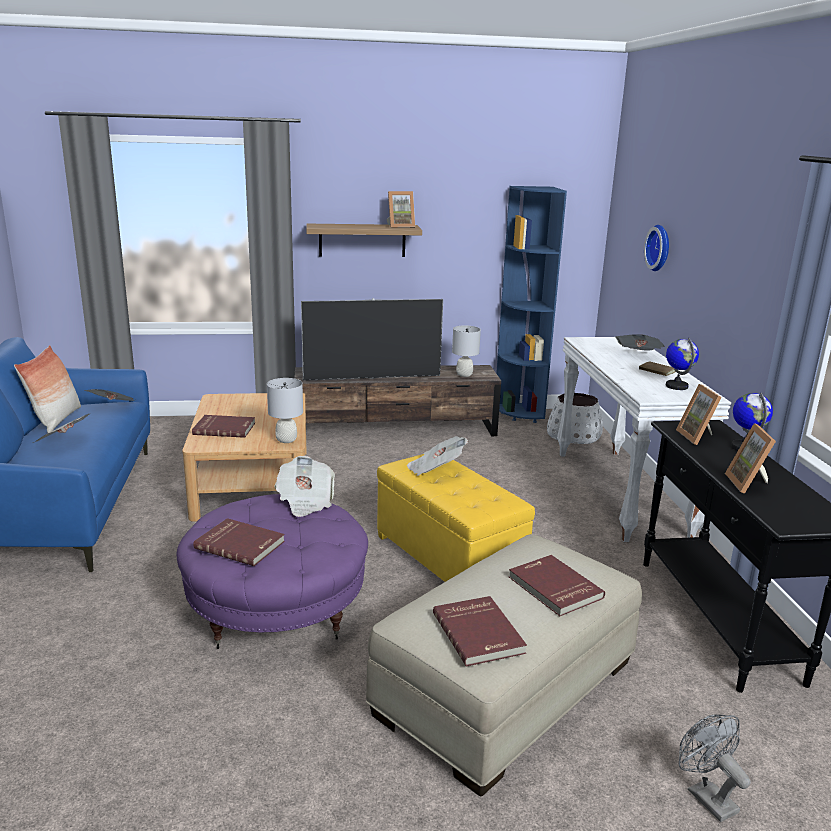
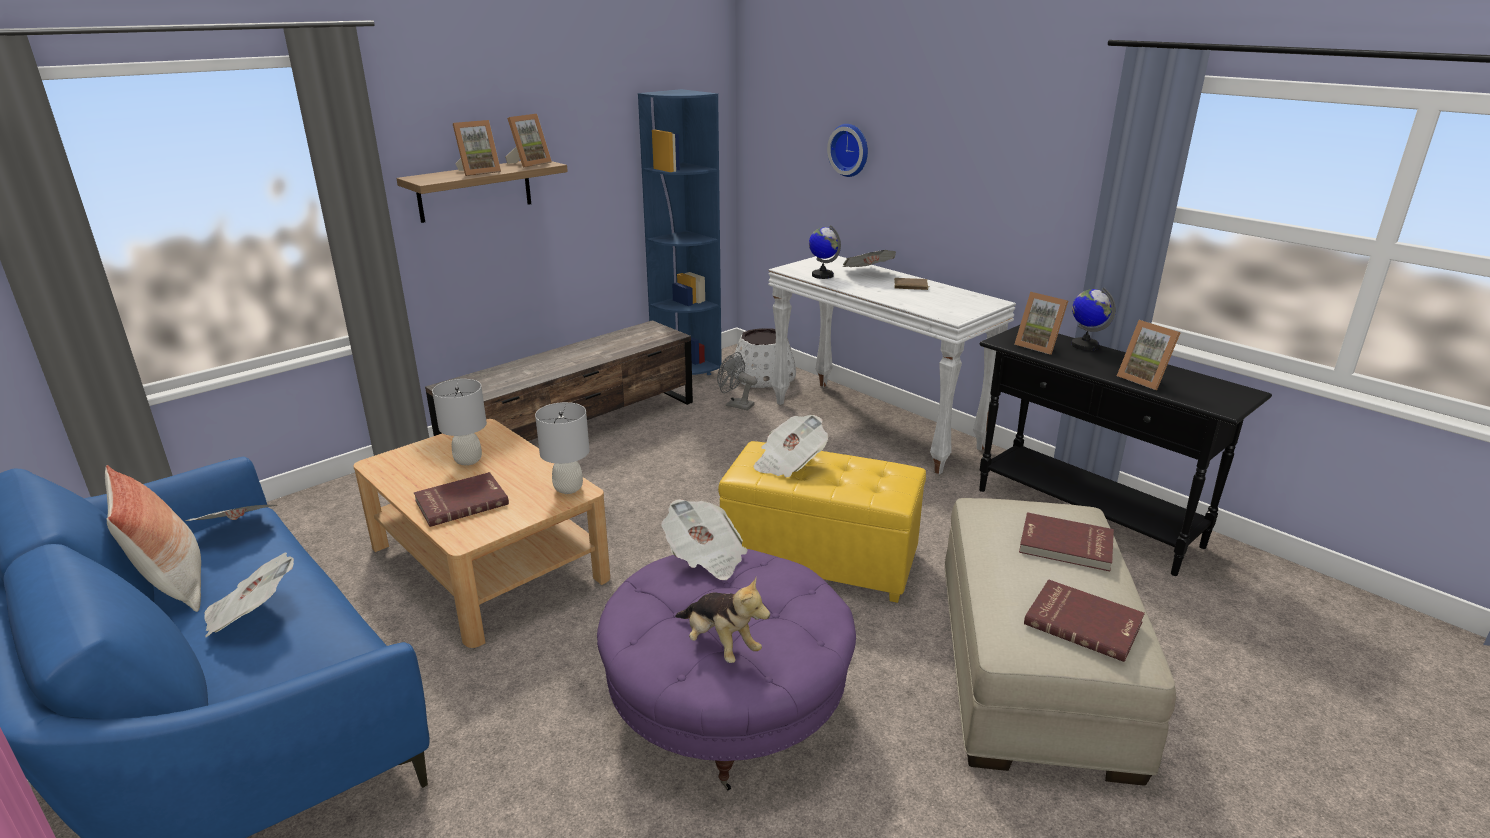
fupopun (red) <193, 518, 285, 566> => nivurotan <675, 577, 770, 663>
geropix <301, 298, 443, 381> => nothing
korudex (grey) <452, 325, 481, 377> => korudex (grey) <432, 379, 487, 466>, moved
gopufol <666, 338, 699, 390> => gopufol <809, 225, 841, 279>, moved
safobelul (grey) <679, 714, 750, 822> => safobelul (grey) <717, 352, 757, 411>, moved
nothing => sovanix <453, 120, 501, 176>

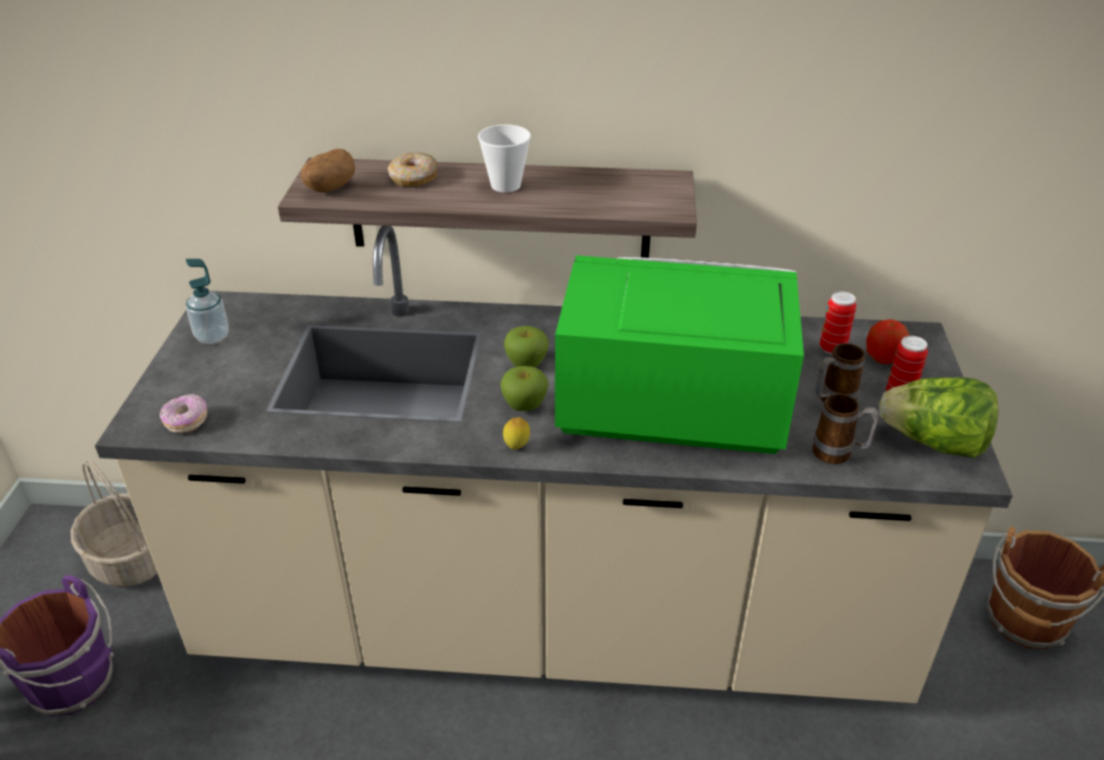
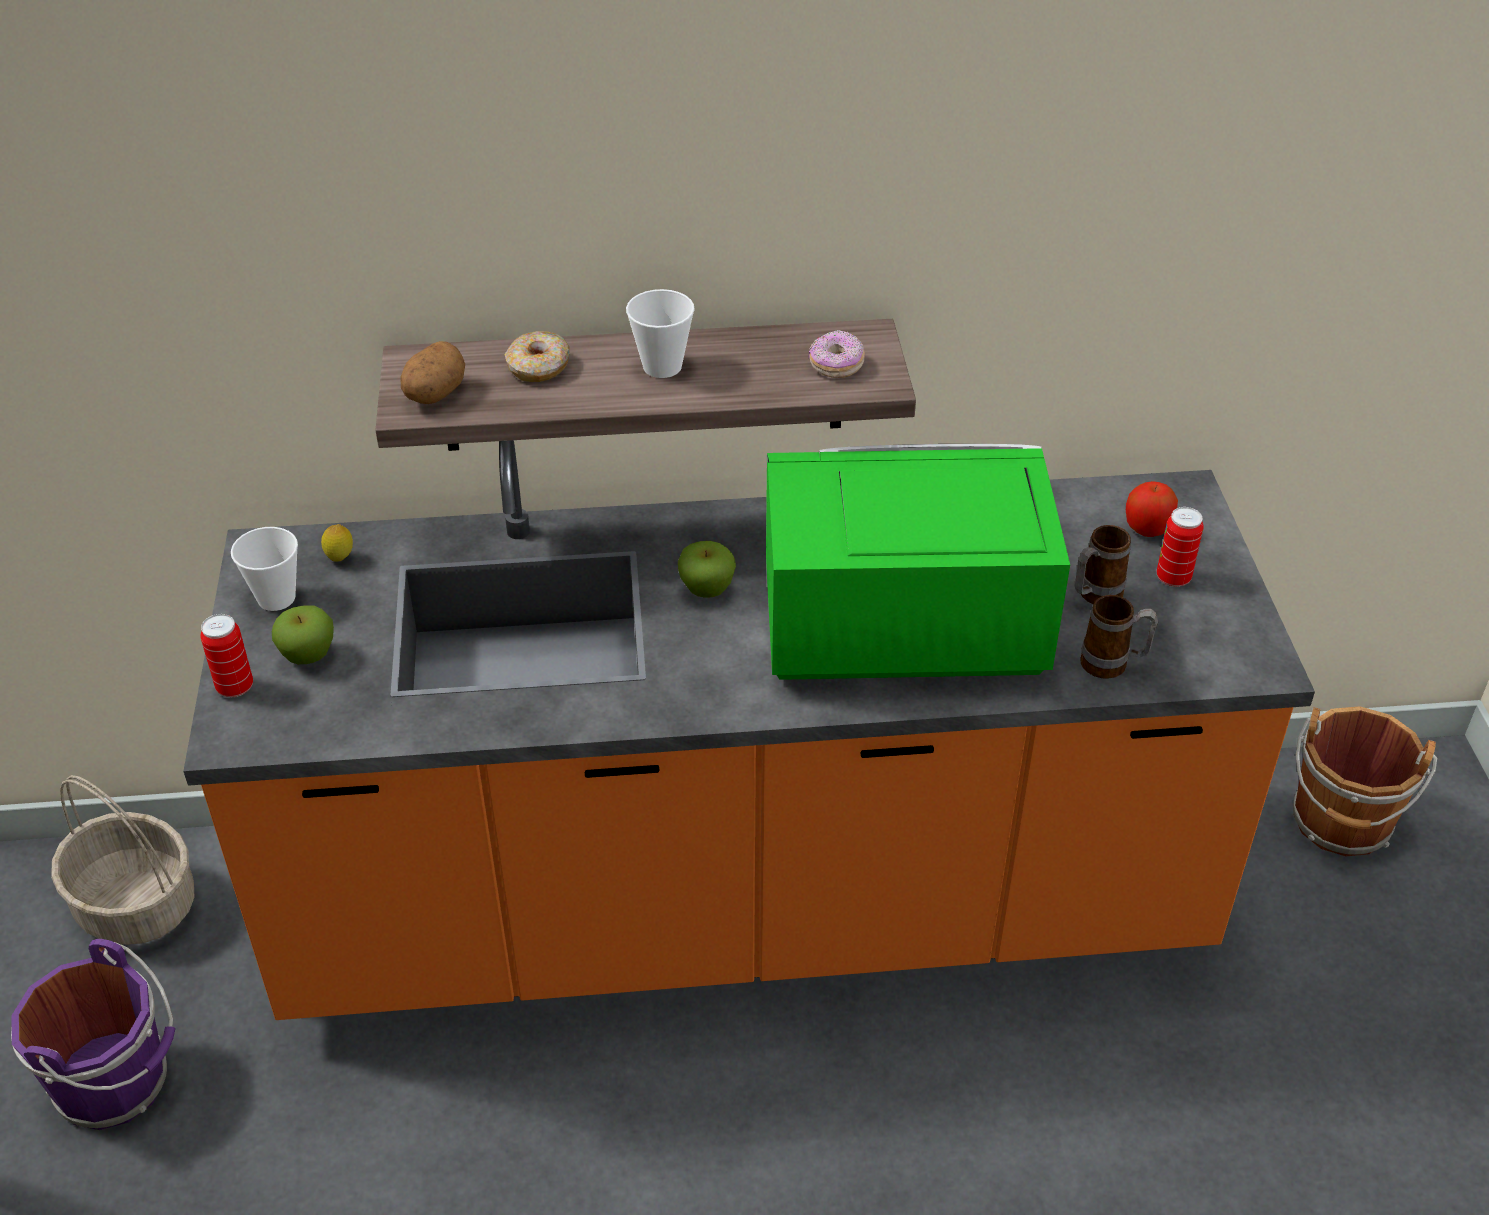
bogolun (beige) <95, 226, 1013, 703> => bogolun (orange) <183, 440, 1315, 1020>
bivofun <160, 394, 207, 433> => bivofun <808, 330, 865, 378>, moved
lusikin <186, 259, 229, 344> => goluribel <231, 527, 298, 611>
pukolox <501, 366, 548, 411> => pukolox <272, 605, 334, 664>, moved
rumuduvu <503, 417, 530, 450> => rumuduvu <321, 524, 353, 561>, moved
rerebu <820, 291, 856, 354> => rerebu <200, 614, 253, 697>, moved
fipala <879, 377, 998, 458> => nothing

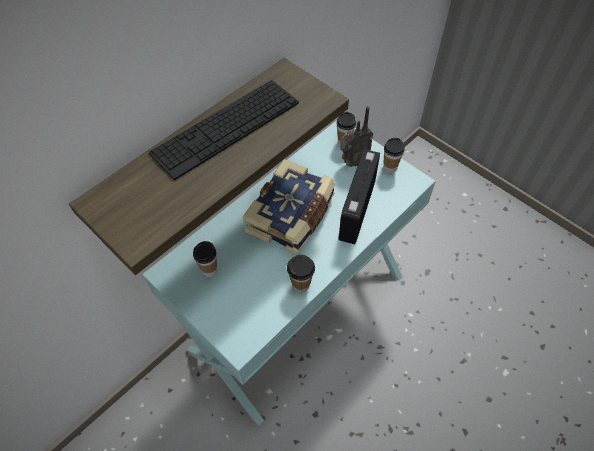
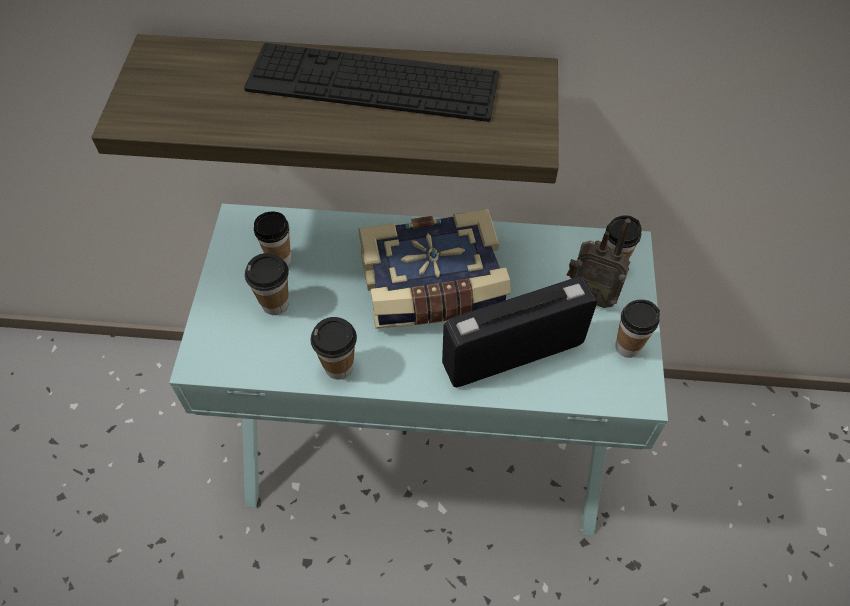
nothing => goluribel <245, 253, 289, 315>

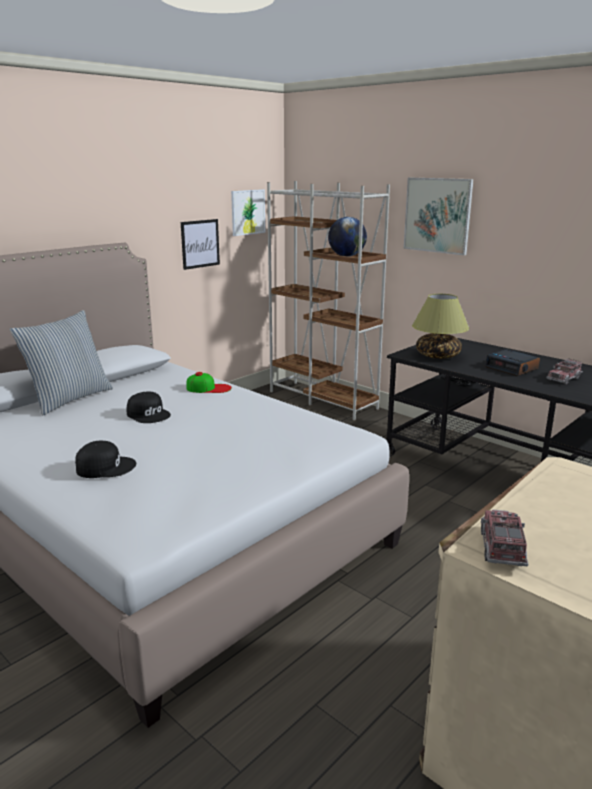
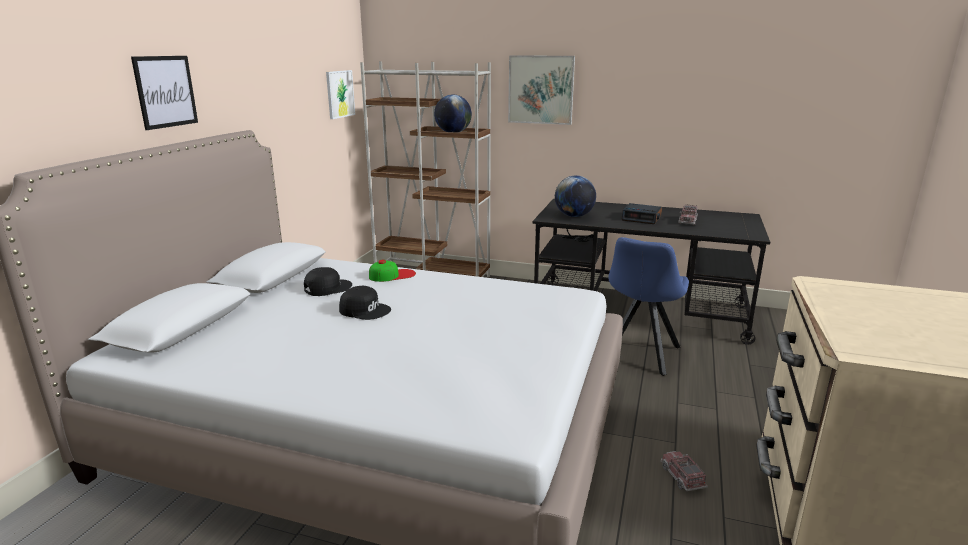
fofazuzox <9, 310, 113, 415> => nothing
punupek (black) <75, 441, 136, 478> => punupek (black) <304, 267, 352, 296>, moved
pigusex <181, 219, 220, 270> => pigusex <131, 56, 198, 130>, moved
korudex <412, 294, 469, 359> => gopufol <555, 175, 596, 217>
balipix <481, 509, 528, 566> => balipix <661, 451, 708, 491>, moved
nothing => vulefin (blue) <608, 237, 689, 376>

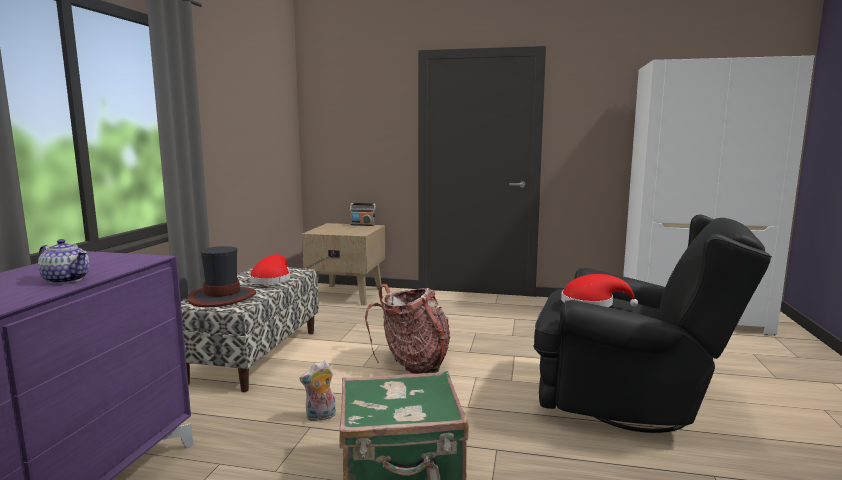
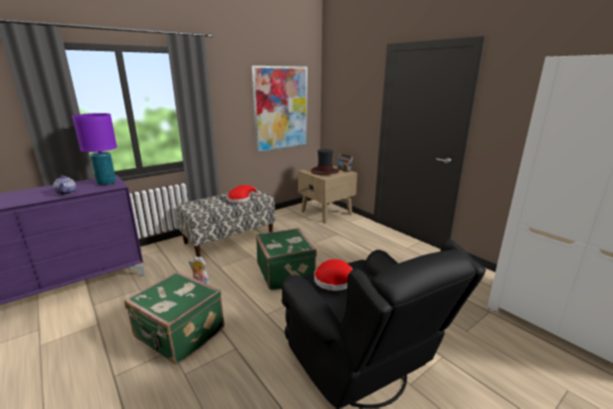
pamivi <187, 246, 256, 307> => pamivi <311, 149, 339, 175>, moved
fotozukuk <365, 284, 450, 374> => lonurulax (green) <256, 228, 317, 290>
nothing => korudex (purple) <72, 113, 117, 185>
nothing => pigusex <252, 66, 307, 153>

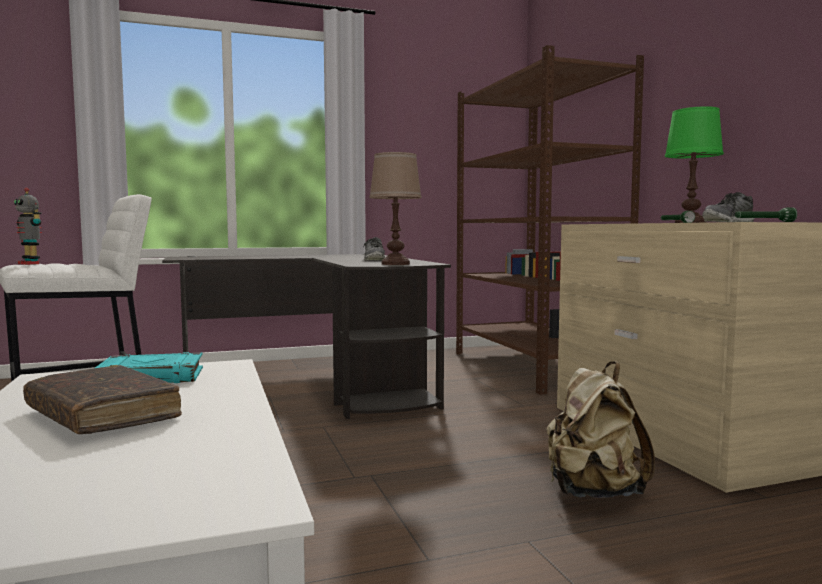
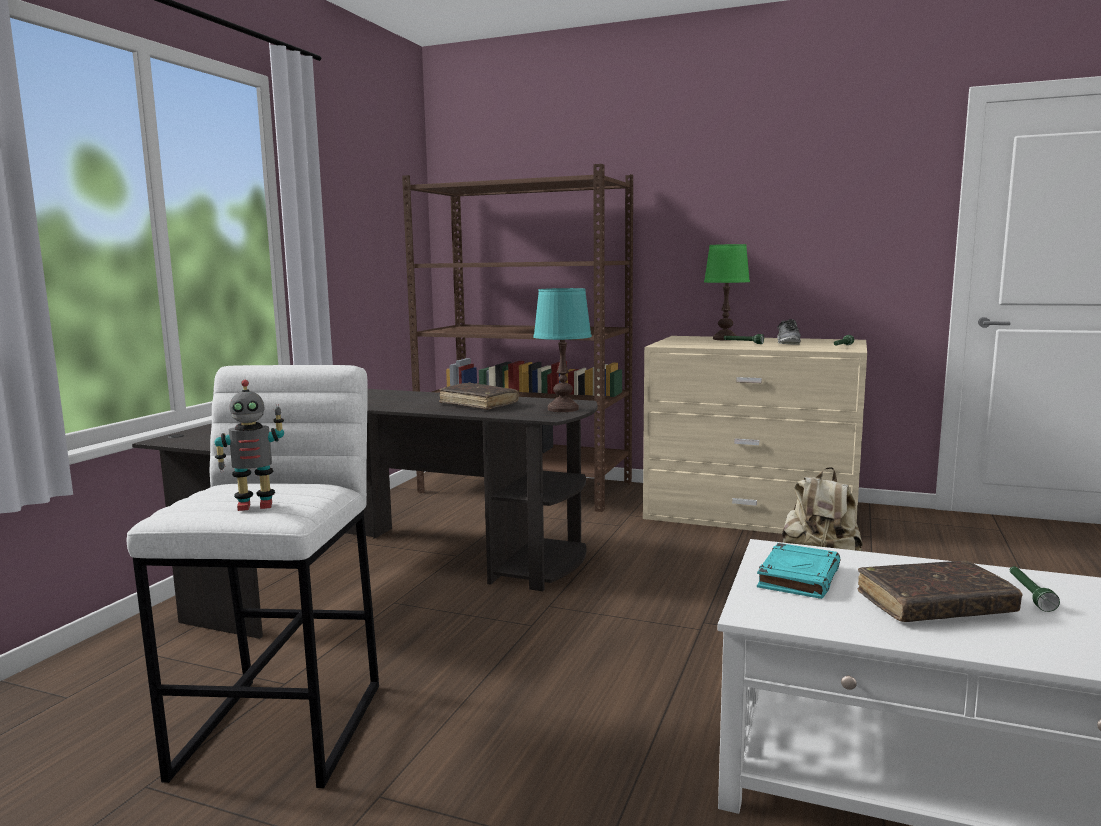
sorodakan <364, 237, 385, 260> => fupopun (brown) <439, 382, 519, 410>
korudex (brown) <369, 152, 422, 265> => korudex (turquoise) <533, 288, 592, 412>
nothing => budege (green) <1010, 566, 1060, 612>

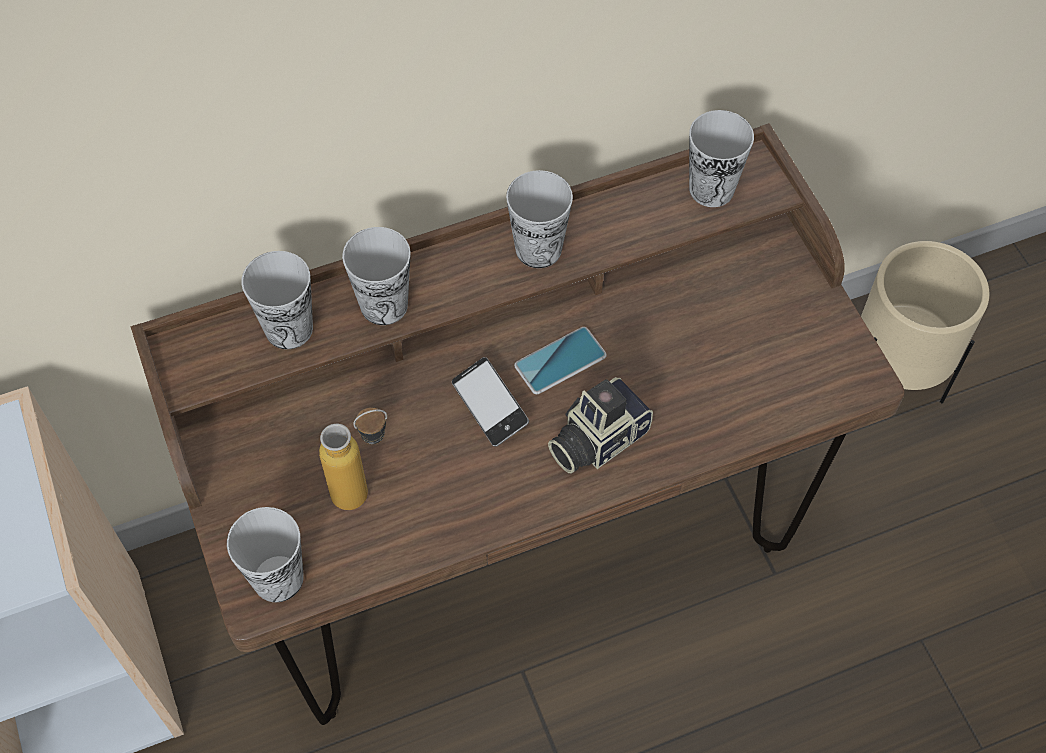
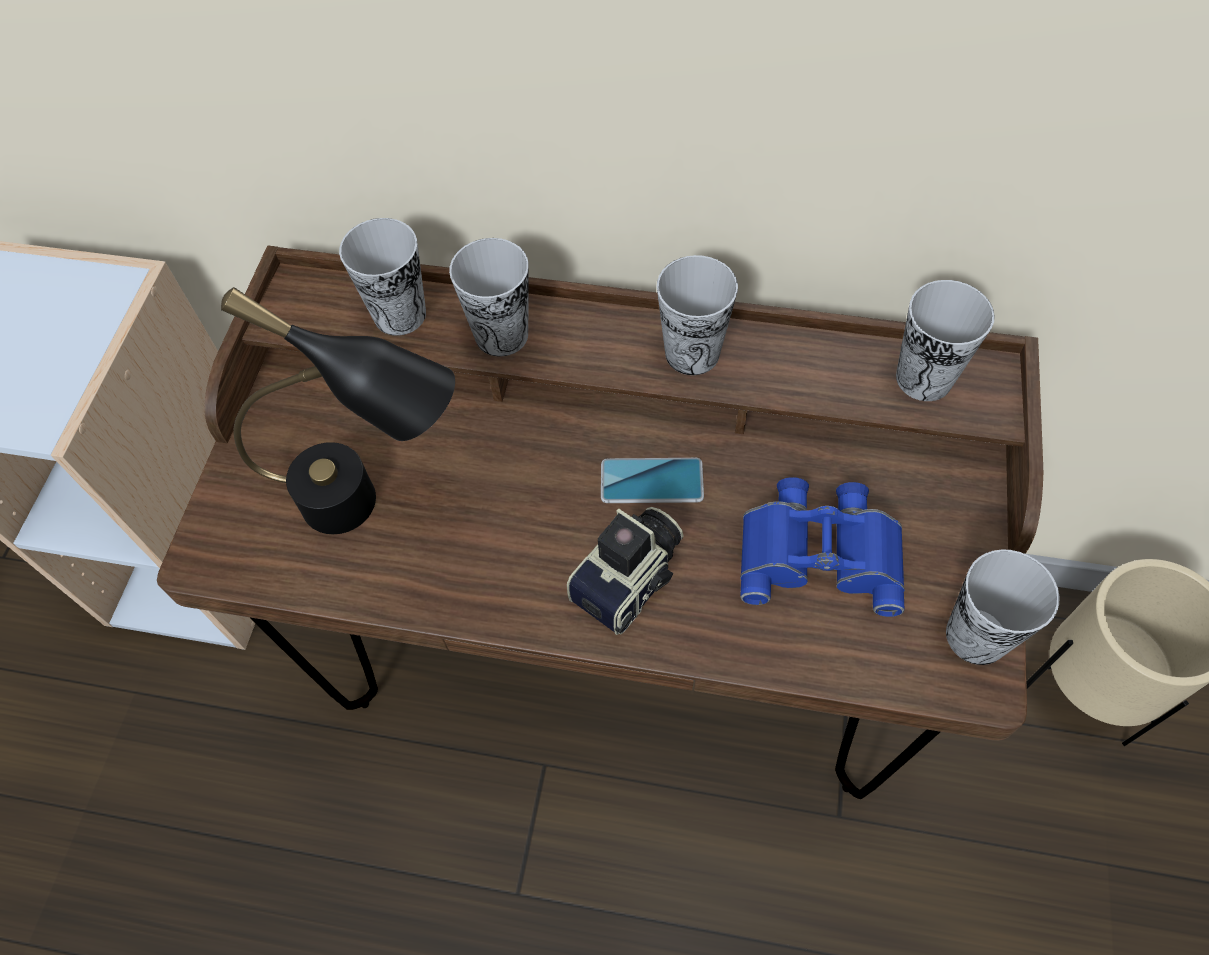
goluribel <227, 507, 304, 602> => goluribel <946, 550, 1060, 665>, moved
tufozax <319, 407, 387, 510> => korudex (black) <221, 287, 455, 534>
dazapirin <452, 357, 529, 447> => nothing
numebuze <548, 377, 653, 473> => numebuze <567, 507, 684, 635>, 135 degrees clockwise
nothing => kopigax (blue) <740, 477, 905, 617>

